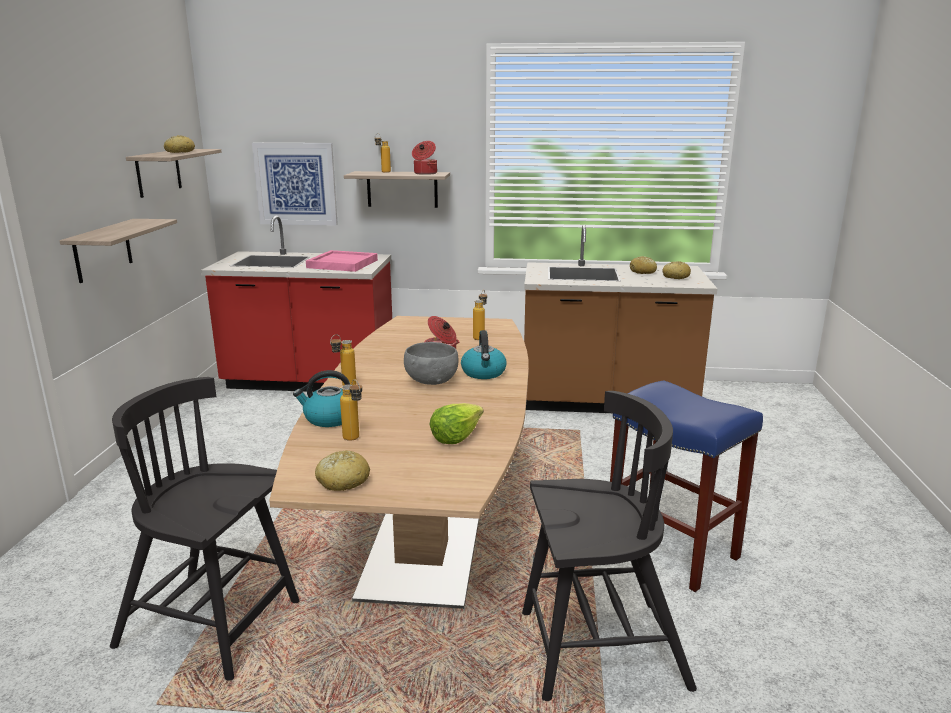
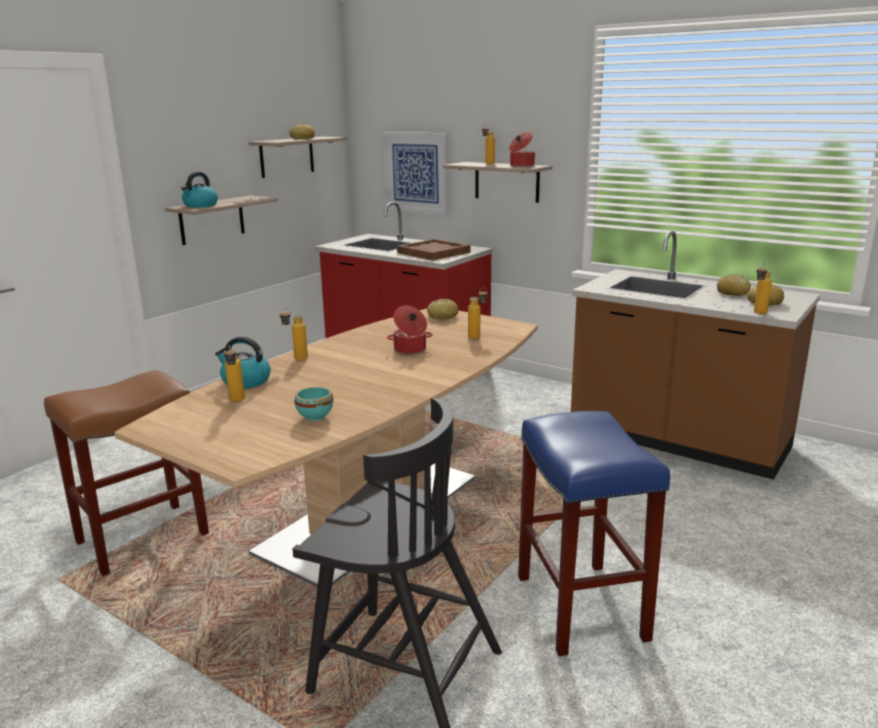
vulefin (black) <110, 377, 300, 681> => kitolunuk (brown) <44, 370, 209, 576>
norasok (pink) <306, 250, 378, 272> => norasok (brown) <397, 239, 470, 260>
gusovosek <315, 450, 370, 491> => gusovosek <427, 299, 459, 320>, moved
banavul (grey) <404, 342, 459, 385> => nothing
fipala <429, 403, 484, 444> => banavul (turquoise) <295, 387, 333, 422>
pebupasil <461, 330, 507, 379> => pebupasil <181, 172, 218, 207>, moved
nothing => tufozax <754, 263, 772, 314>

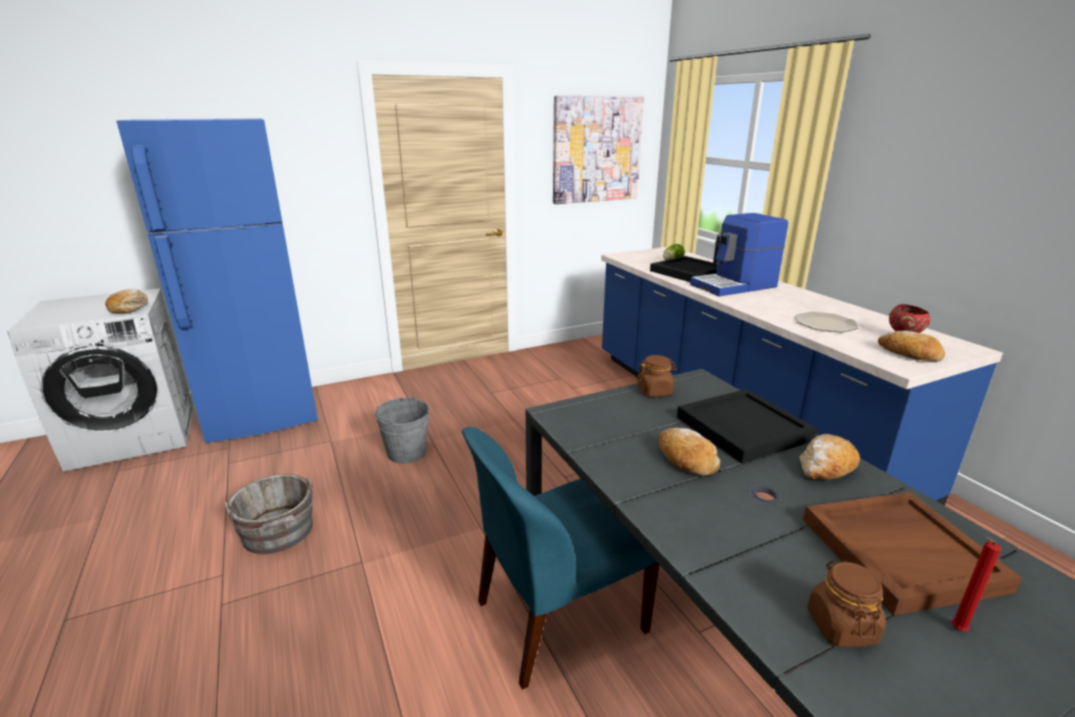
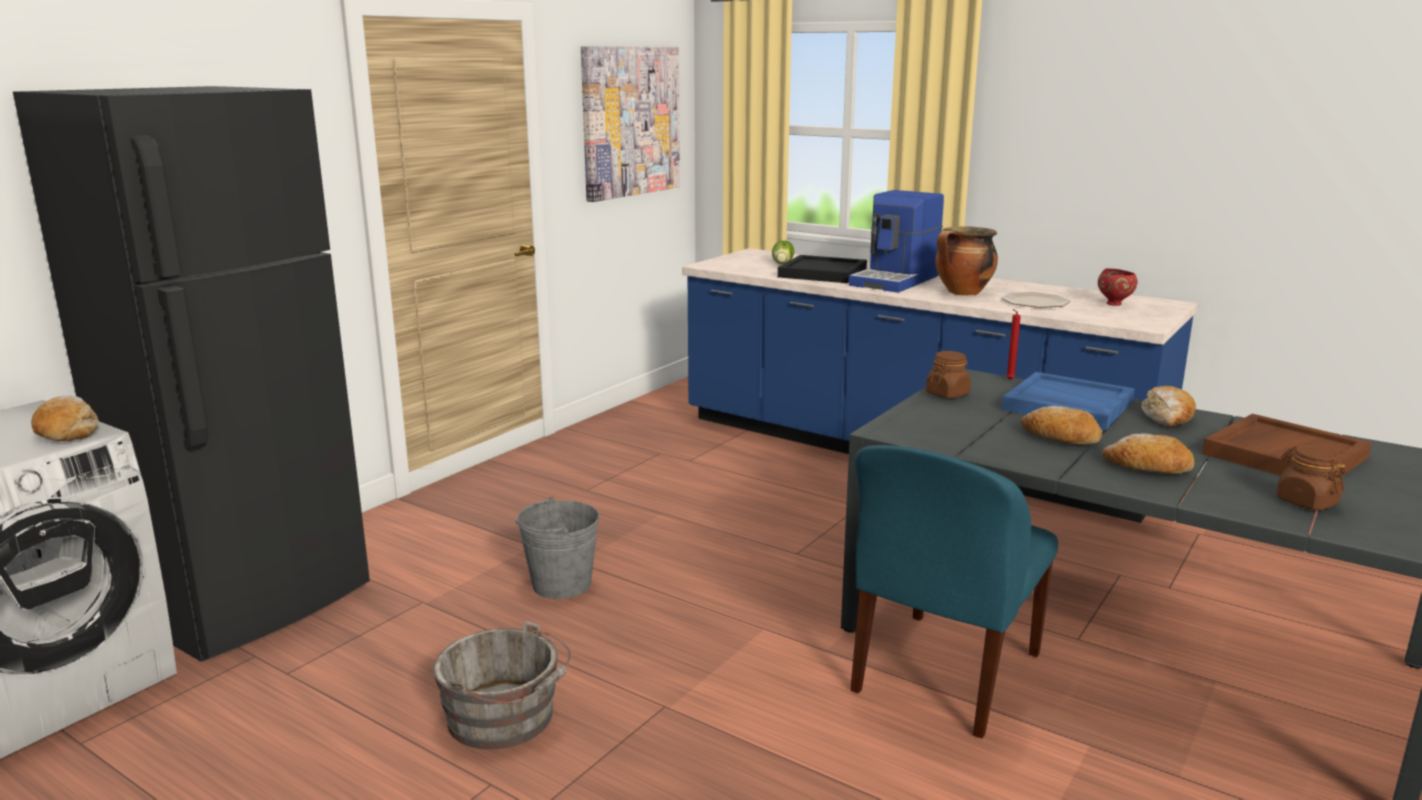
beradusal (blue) <116, 118, 318, 443> => beradusal (black) <13, 86, 370, 662>
norasok (black) <677, 389, 818, 464> => norasok (blue) <1002, 372, 1135, 430>
gusovosek <878, 331, 945, 362> => gusovosek <1102, 433, 1194, 474>, moved
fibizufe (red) <951, 537, 1001, 632> => fibizufe (red) <1006, 309, 1021, 380>, moved
nothing => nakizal <935, 226, 998, 295>

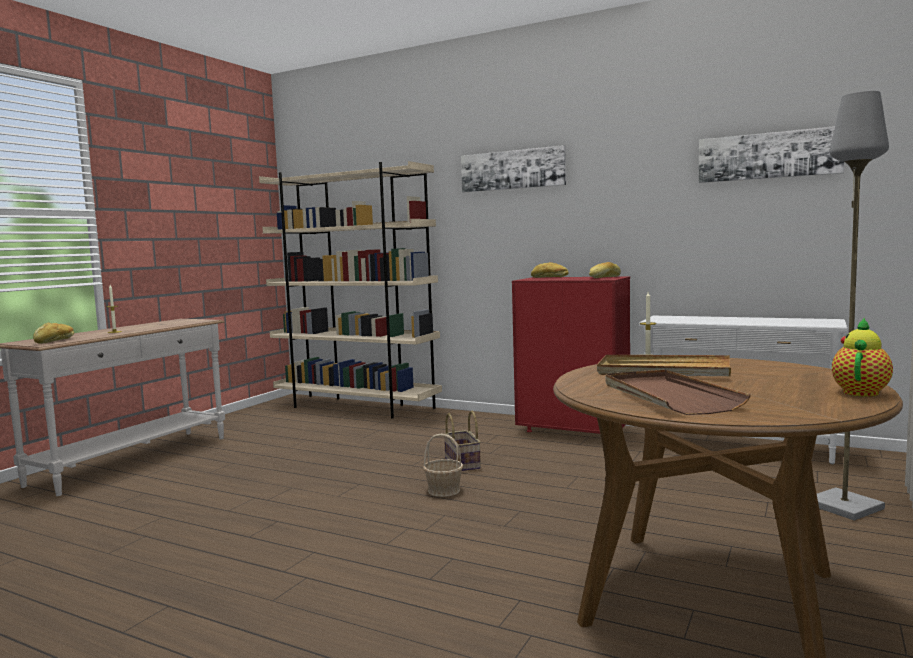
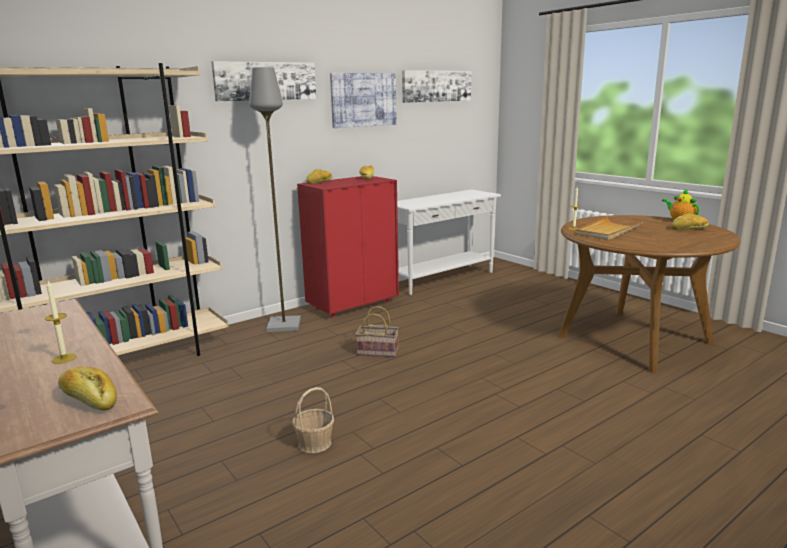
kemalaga <423, 434, 463, 497> => kemalaga <292, 387, 334, 453>, moved
norasok (brown) <606, 369, 751, 415> => nothing
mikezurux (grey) <817, 91, 889, 520> => mikezurux (grey) <249, 67, 301, 332>, moved
nothing => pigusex <330, 73, 397, 128>
nothing => gusovosek <671, 213, 709, 230>

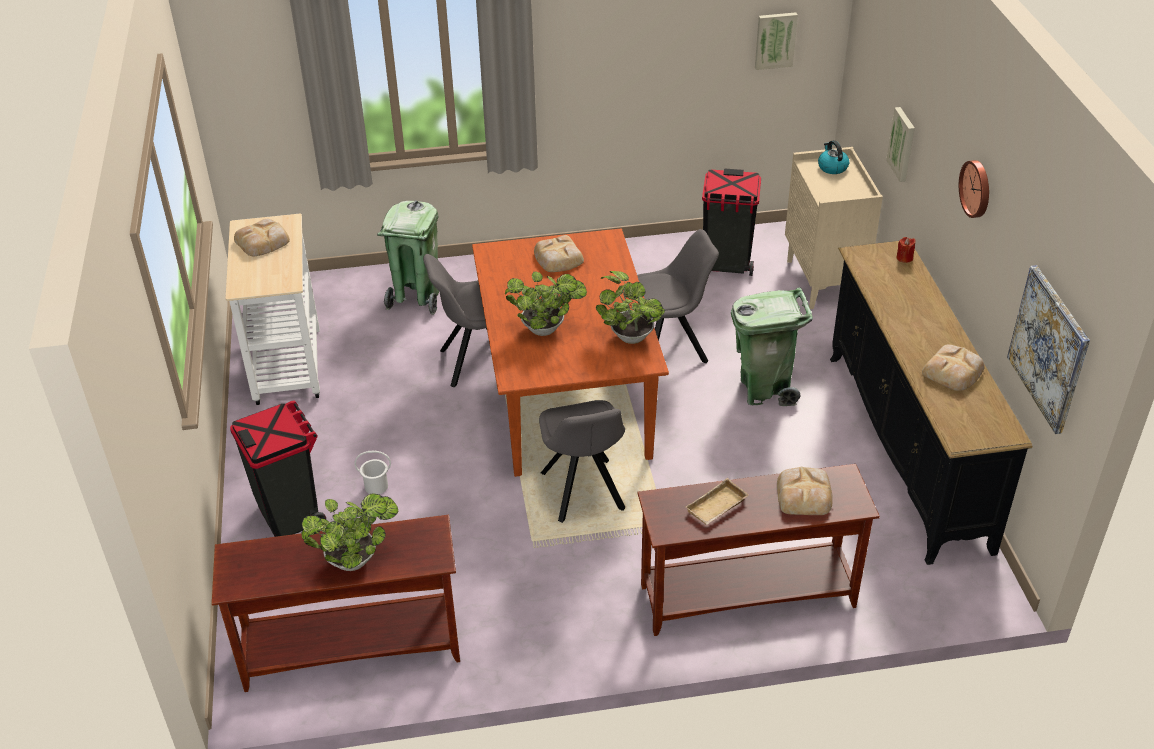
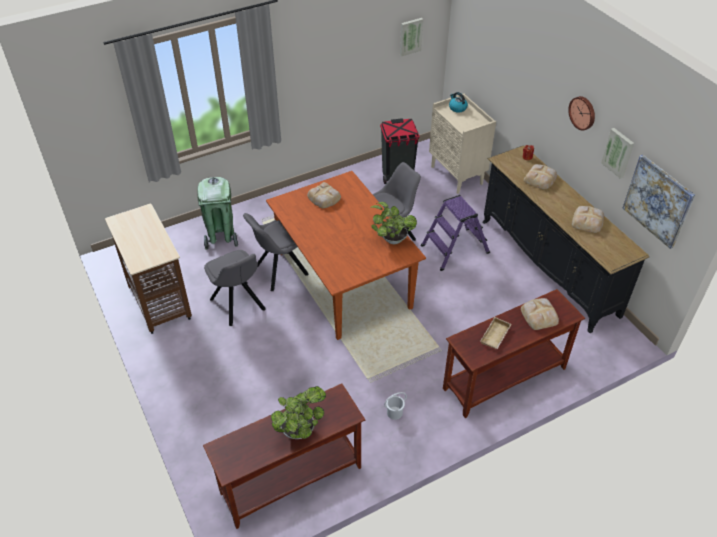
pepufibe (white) <226, 214, 320, 405> => pepufibe (brown) <105, 204, 192, 334>
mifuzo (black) <230, 400, 326, 537> => nothing
gusovosek <234, 219, 290, 256> => gusovosek <524, 164, 557, 189>, moved
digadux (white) <354, 450, 391, 494> => digadux (white) <384, 392, 407, 420>, moved
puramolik <505, 271, 587, 336> => nothing
vulefin (grey) <539, 400, 626, 523> => vulefin (grey) <204, 250, 266, 326>, moved
mifuzo (green) <731, 287, 813, 406> => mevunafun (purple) <421, 195, 490, 271>
pigusex <886, 107, 915, 182> => pigusex <601, 128, 634, 179>, moved

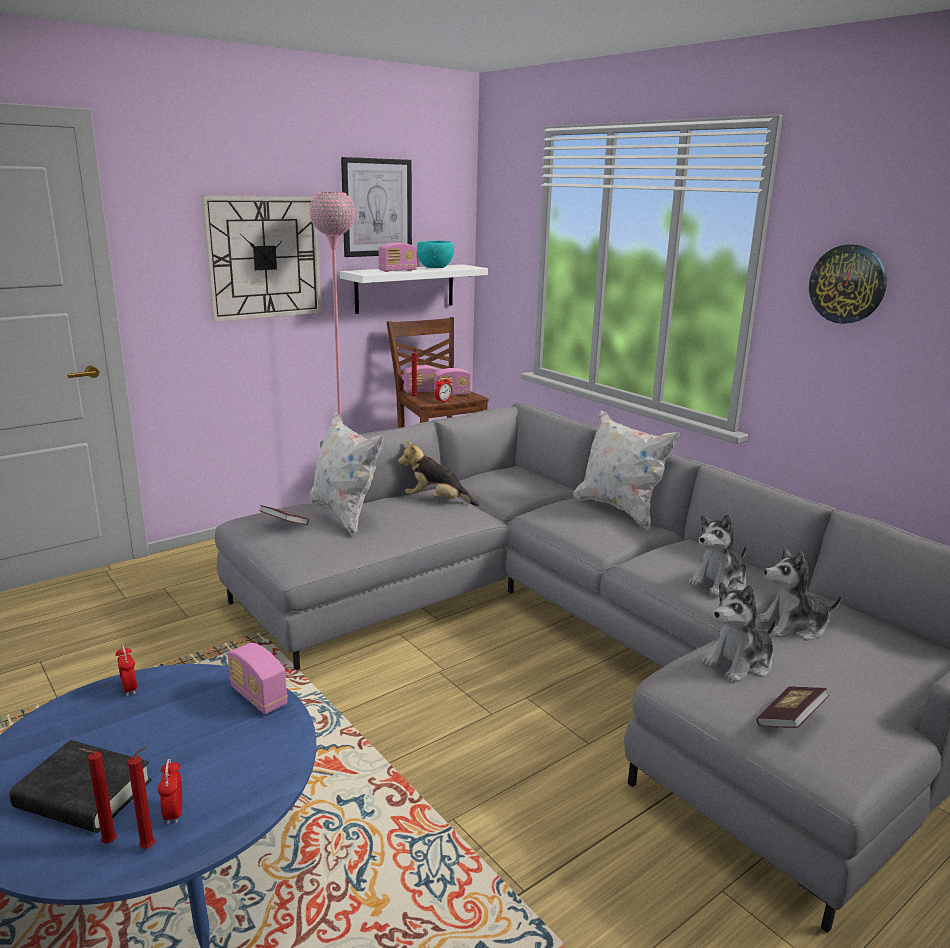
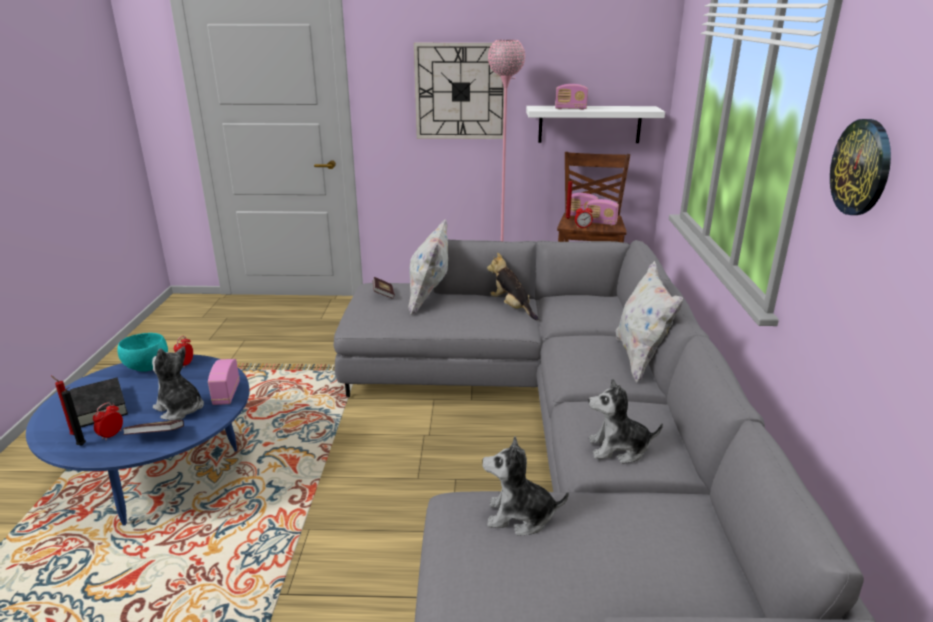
fibizufe (red) <128, 746, 155, 849> => fibizufe (black) <61, 387, 86, 446>
pigusex <341, 157, 412, 257> => nothing
banavul (turquoise) <417, 241, 454, 268> => banavul (turquoise) <118, 333, 168, 372>, moved
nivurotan <757, 548, 842, 641> => nivurotan <152, 347, 204, 421>, moved
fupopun <757, 686, 829, 728> => fupopun <122, 420, 184, 435>, moved

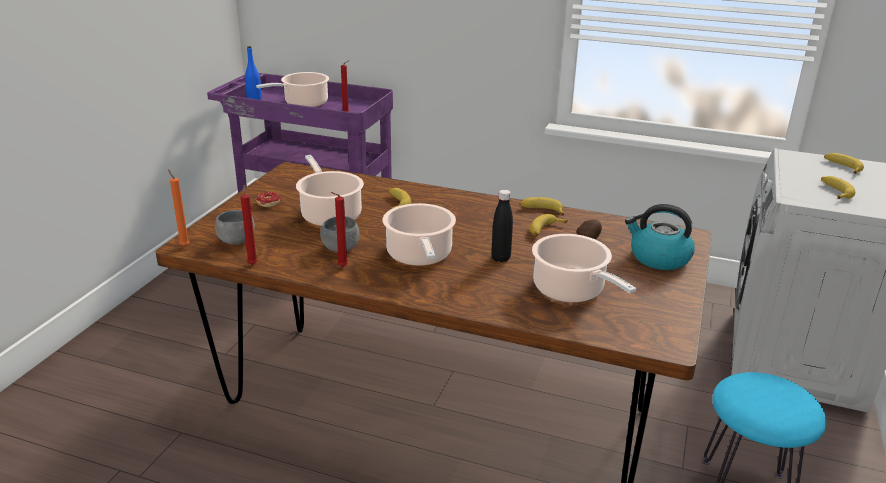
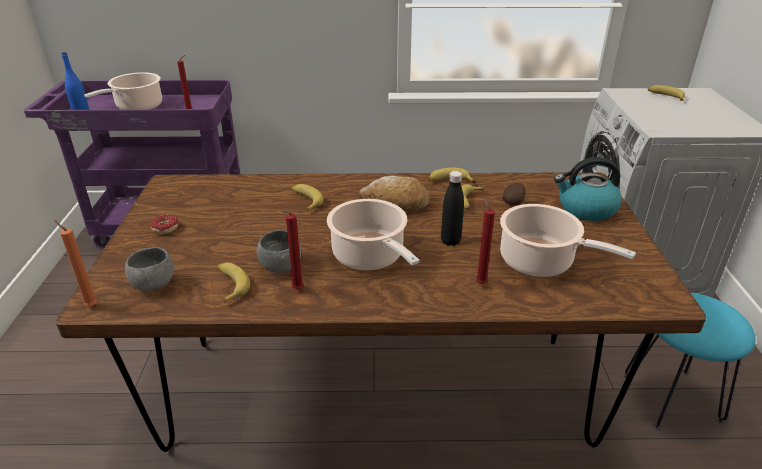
fibizufe (red) <240, 184, 258, 265> => fibizufe (red) <476, 198, 495, 284>, moved
nakizal <296, 155, 364, 226> => nothing
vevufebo <821, 176, 855, 199> => vevufebo <217, 263, 250, 303>, moved
nothing => gusovosek <359, 176, 429, 211>

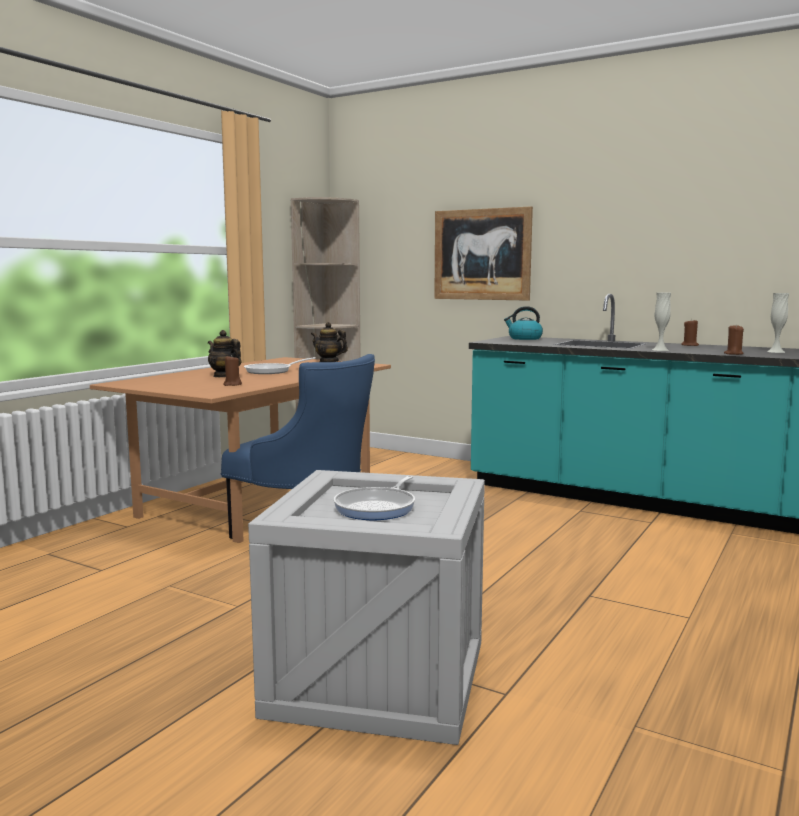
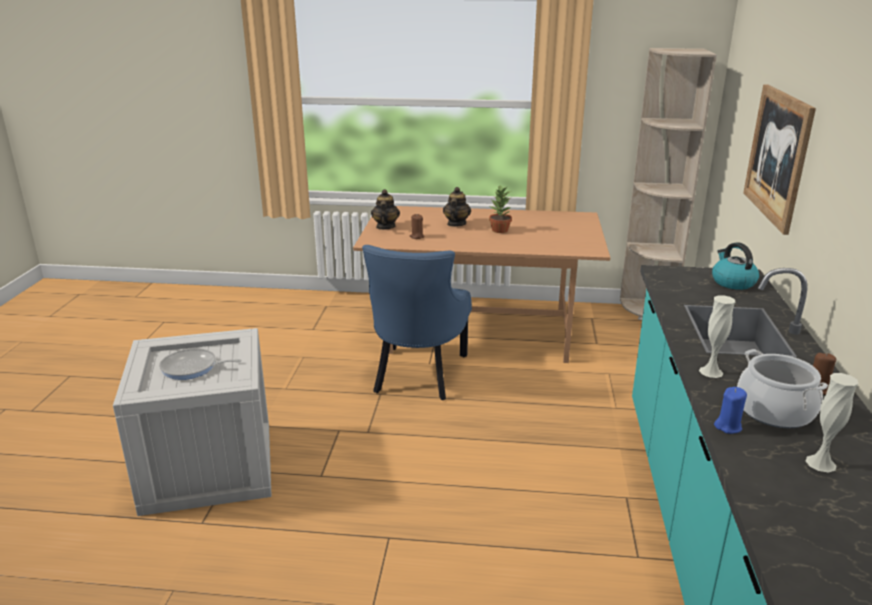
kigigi <244, 357, 316, 374> => puramolik <489, 185, 512, 233>
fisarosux <311, 322, 348, 362> => fisarosux <371, 189, 400, 230>, moved
fibizufe (brown) <724, 324, 744, 355> => fibizufe (blue) <714, 387, 747, 434>
nothing => nakizal <737, 349, 828, 428>

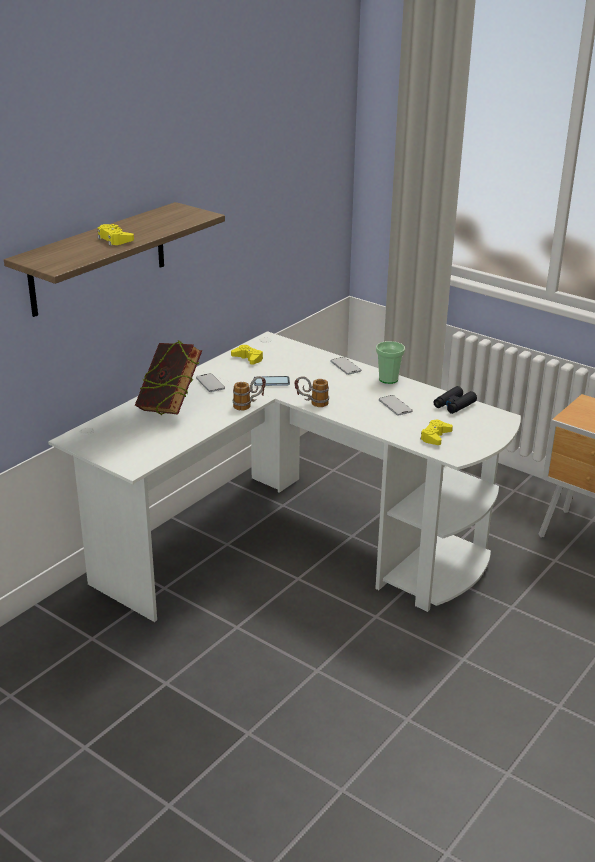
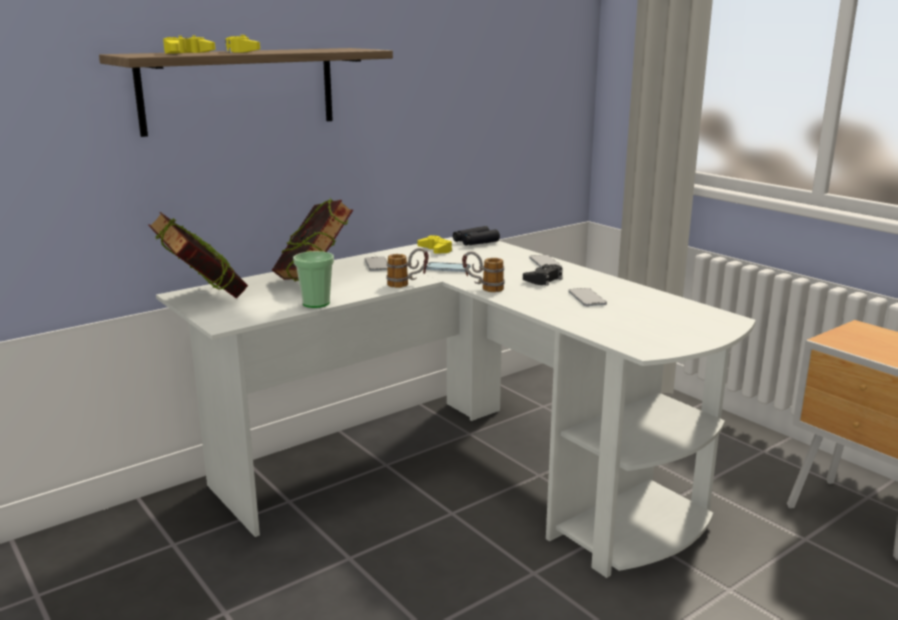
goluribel <376, 341, 405, 384> => goluribel <293, 251, 334, 308>, moved
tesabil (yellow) <420, 420, 453, 445> => tesabil (yellow) <163, 35, 216, 53>, moved
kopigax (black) <434, 386, 477, 414> => kopigax (black) <453, 226, 500, 246>, moved
nothing => fupopun <148, 212, 248, 298>
nothing => tesabil (black) <523, 264, 563, 286>

